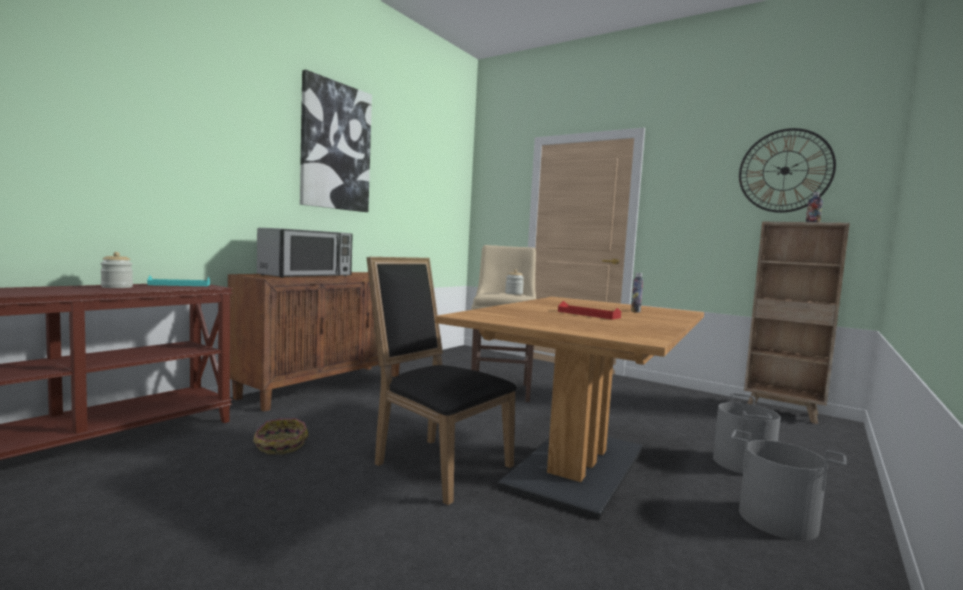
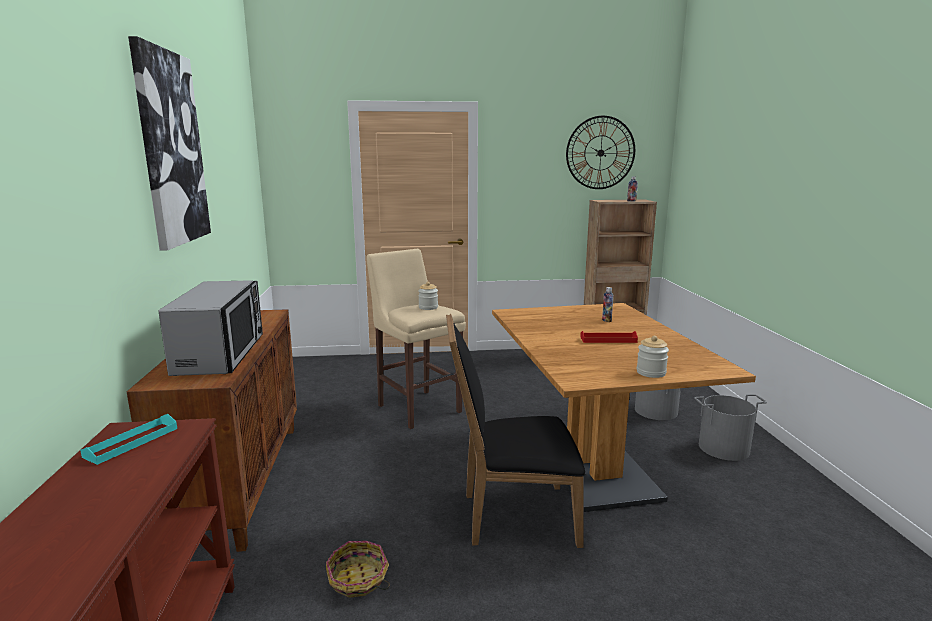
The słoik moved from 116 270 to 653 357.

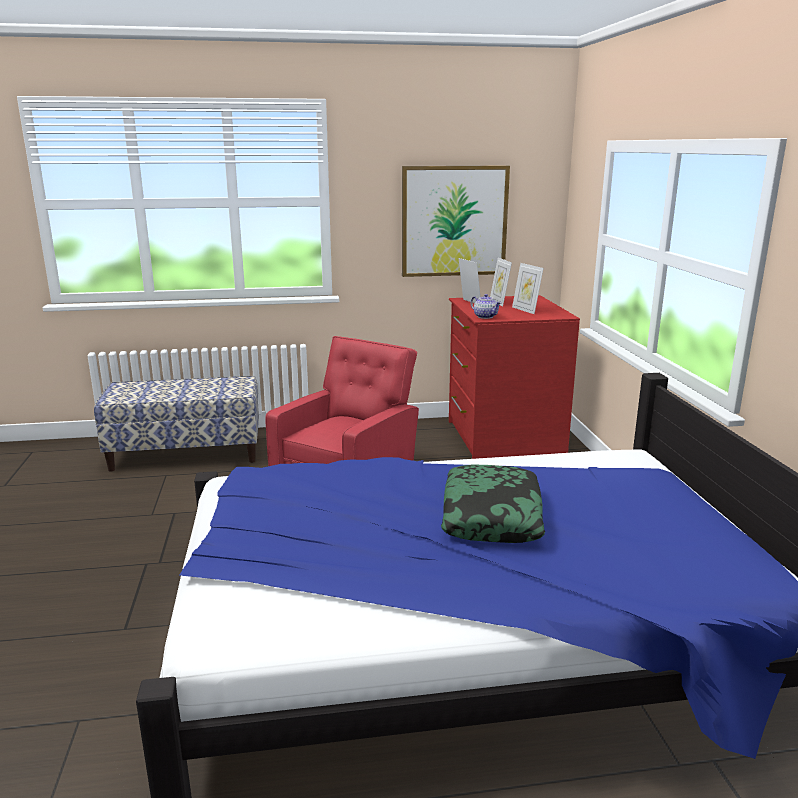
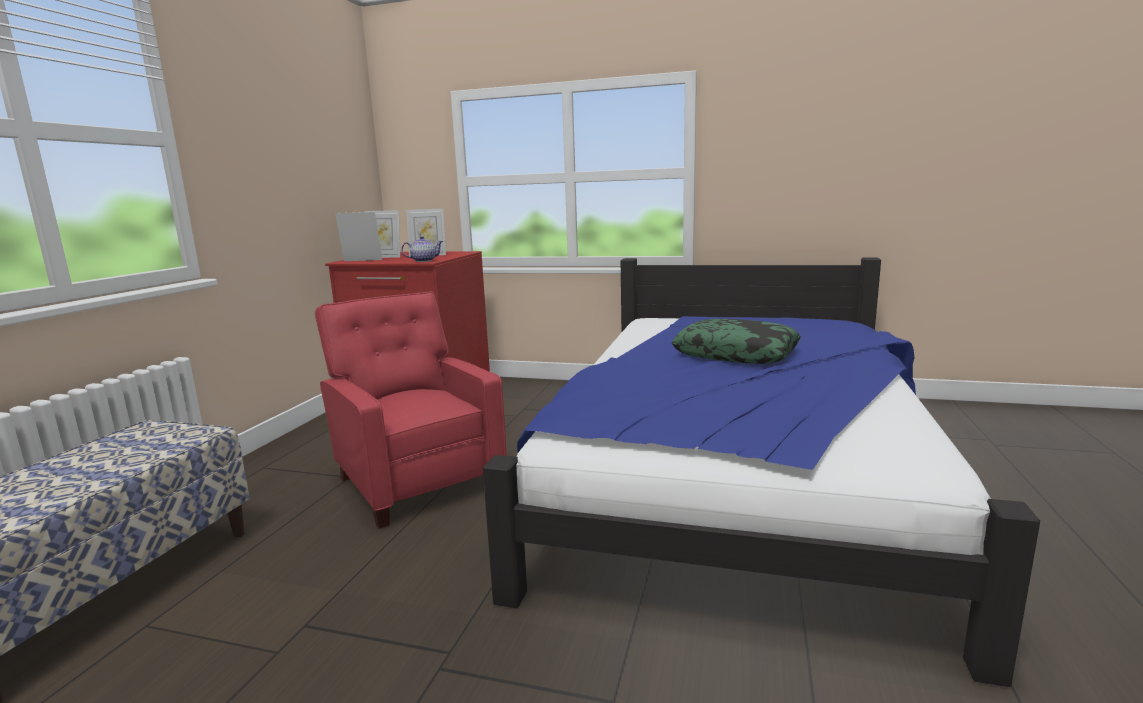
The obraz at 456 221 disappeared.

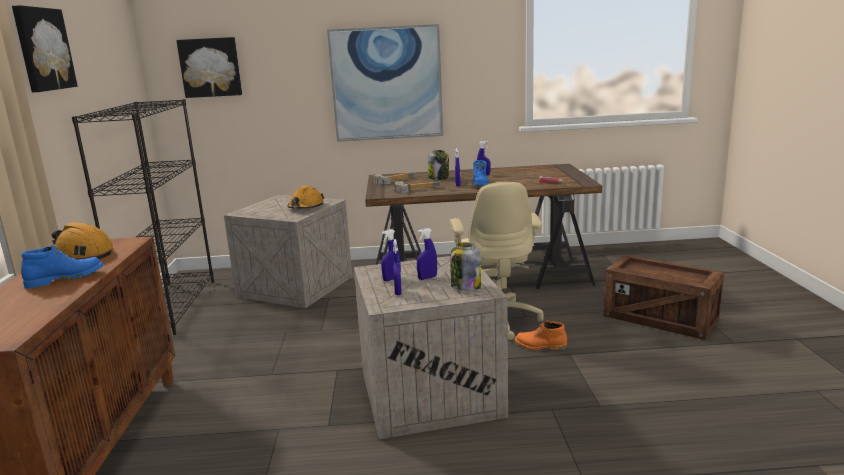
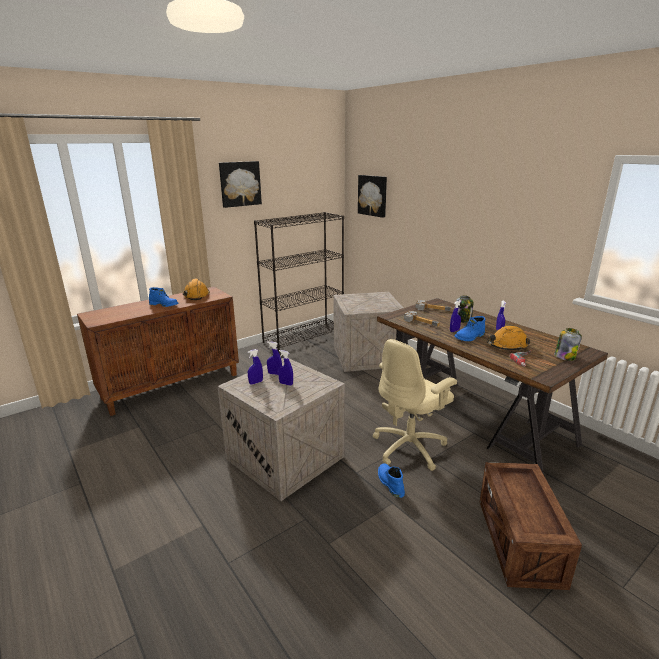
The obraz at 385 83 disappeared.
The kask (pomarańczowy) moved from 306 197 to 508 338.
The słoik moved from 466 267 to 568 344.
The but z cholewką (pomarańczowy) at 541 336 became the but z cholewką (niebieski) at 391 480.

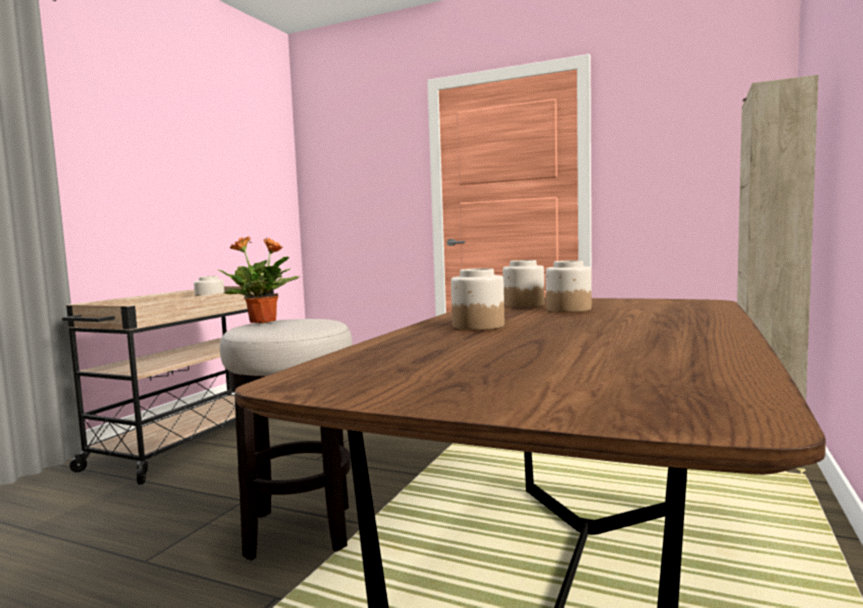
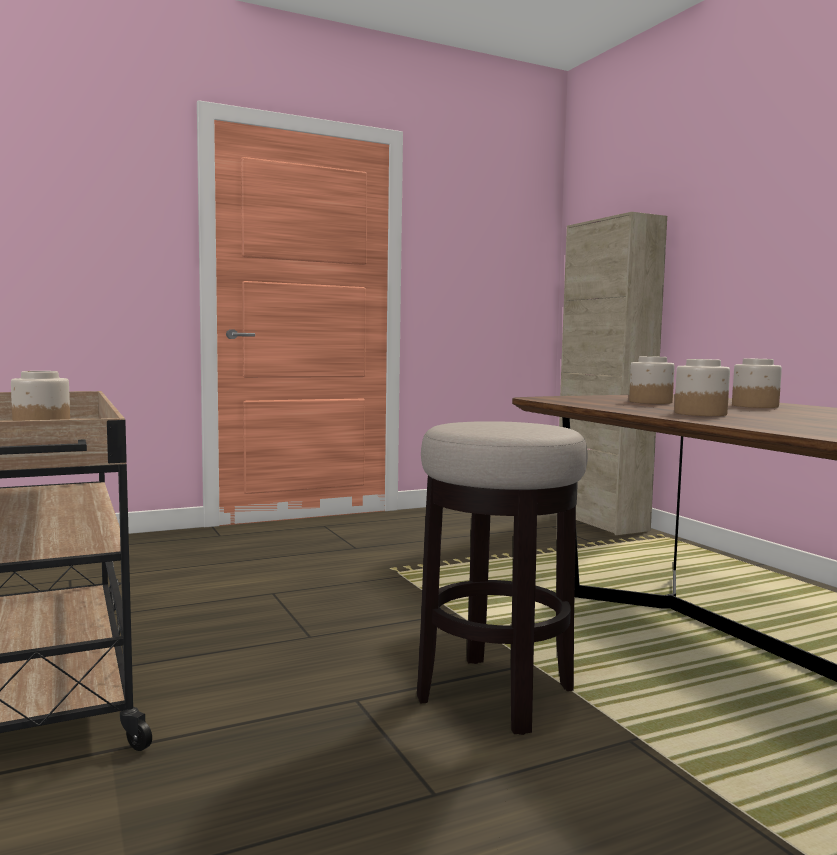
The roślina doniczkowa at 259 280 disappeared.
The słoik moved from 523 283 to 757 383.

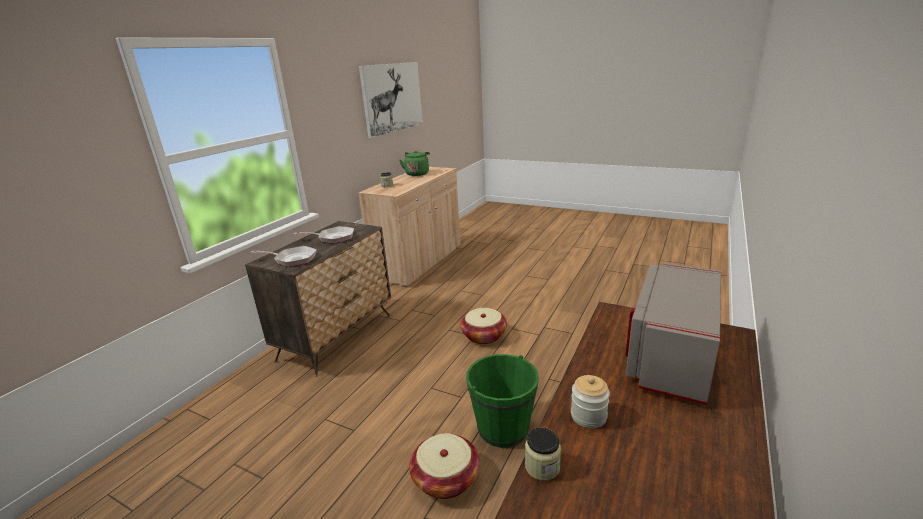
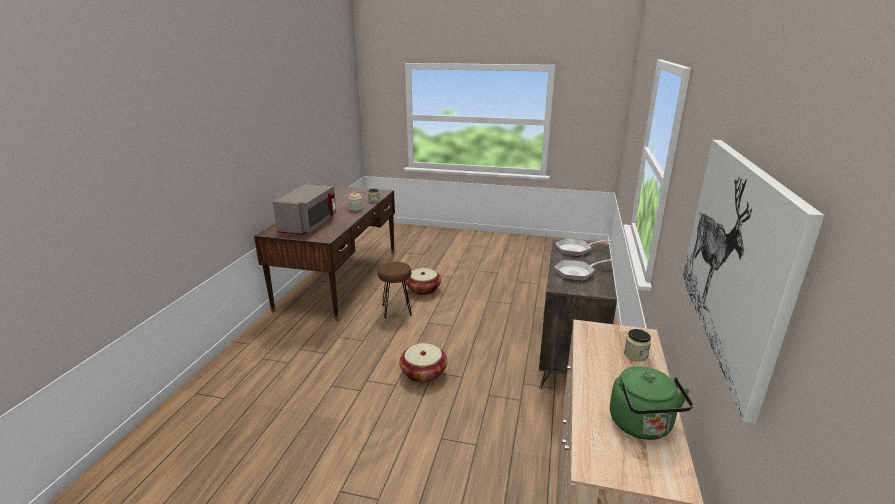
The wiadro (zielony) at 502 401 was replaced by the stołek (brązowy) at 395 290.

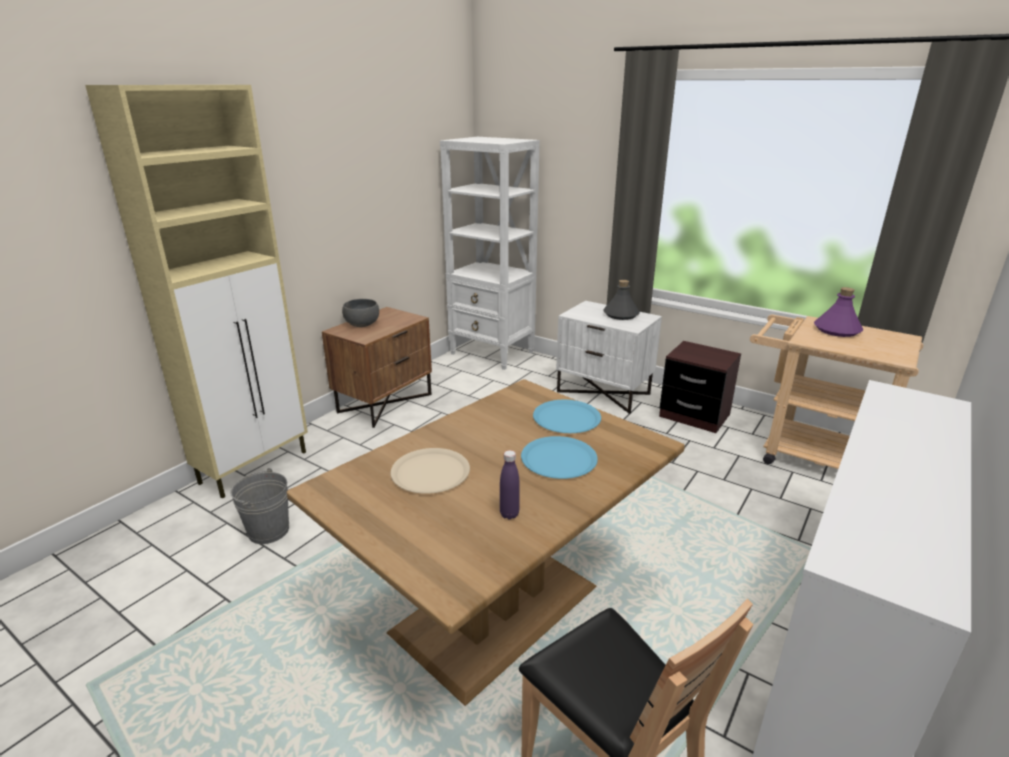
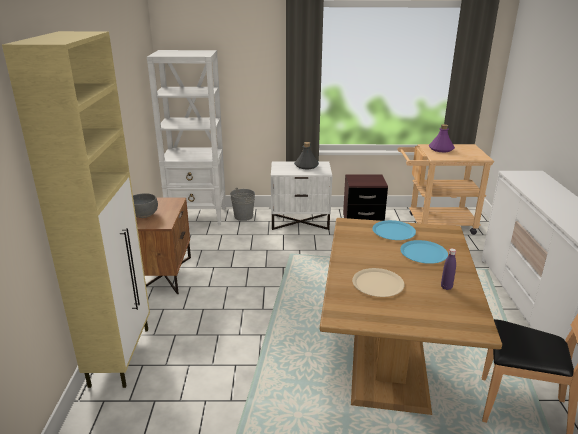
The wiadro (szary) moved from 259 506 to 242 204.

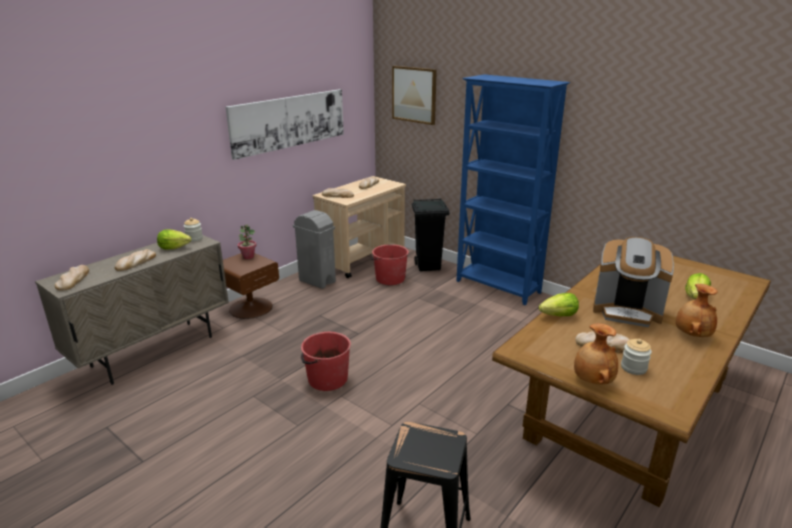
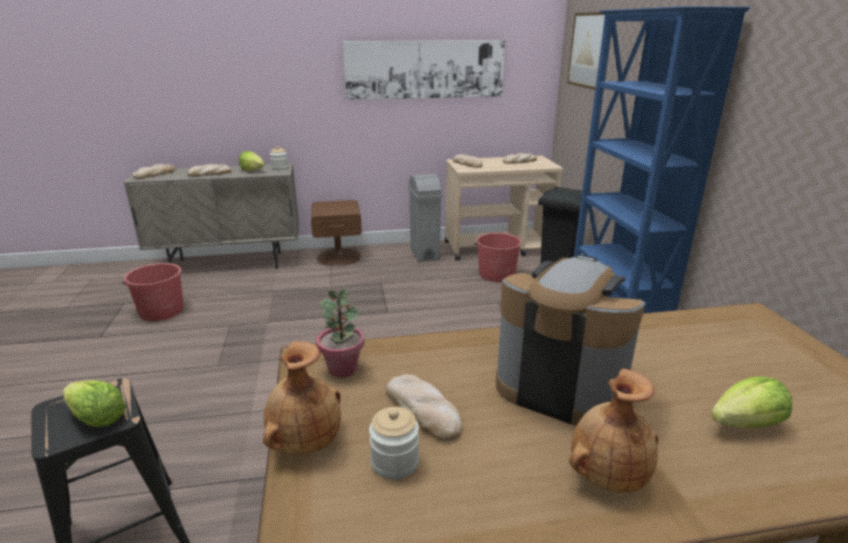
The roślina doniczkowa moved from 247 241 to 340 334.
The wiadro (czerwony) moved from 326 361 to 153 292.
The sałata moved from 559 304 to 94 403.
The ekspres do kawy at 633 282 turned 150 degrees clockwise.

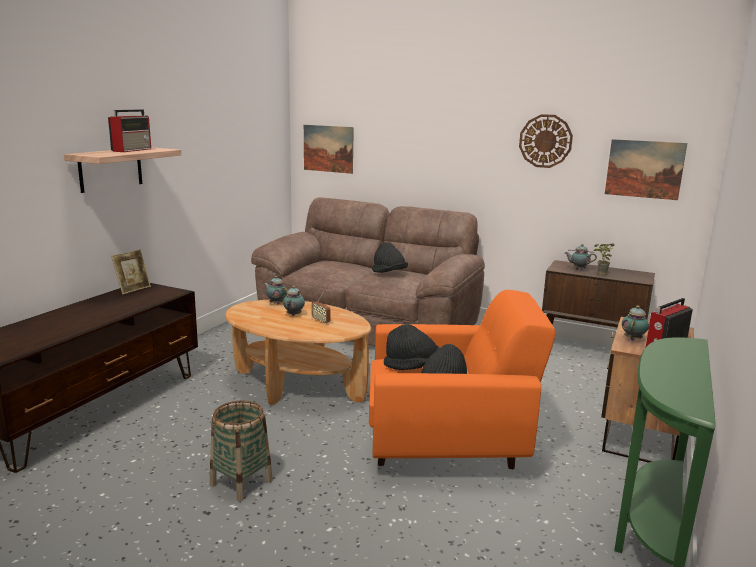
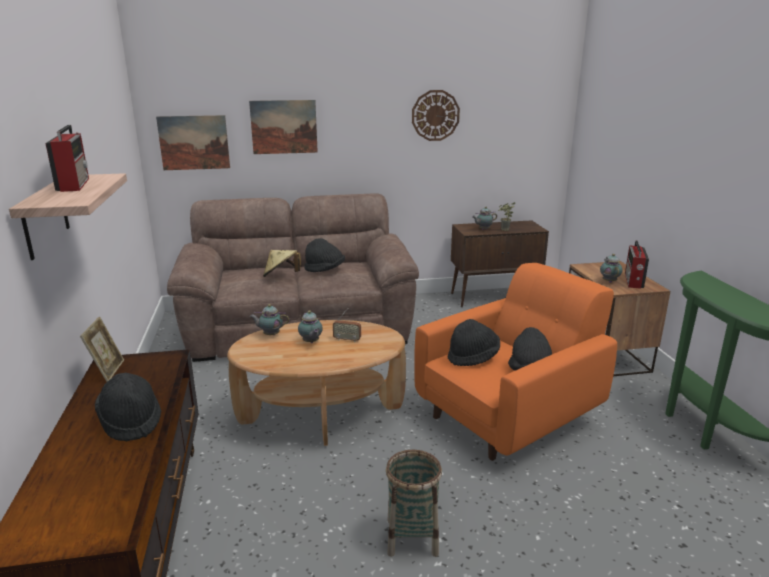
The kapelusz (czarny) at 128 407 appeared.
The kapelusz (beżowy) at 282 263 appeared.
The obraz moved from 646 169 to 283 127.

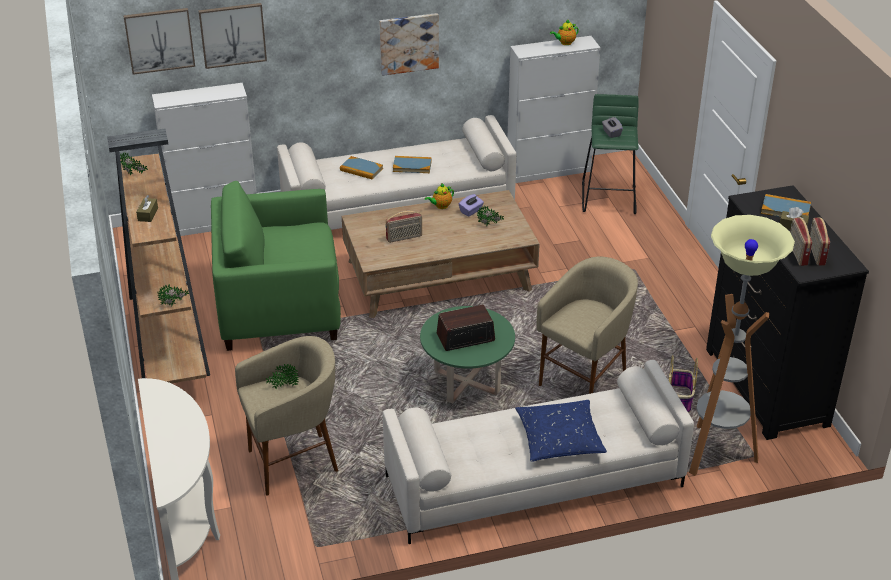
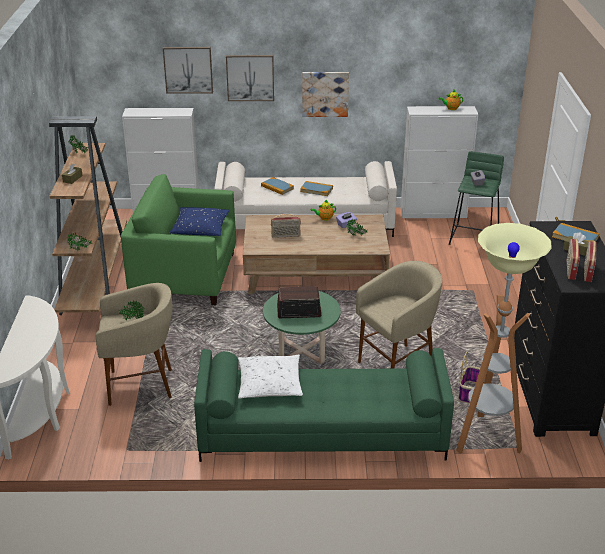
The poduszka (biały) at 270 376 appeared.
The obraz moved from 159 41 to 250 78.
The poduszka (niebieski) moved from 561 431 to 199 221.
The kanapa (biały) at 538 452 became the kanapa (zielony) at 324 405.

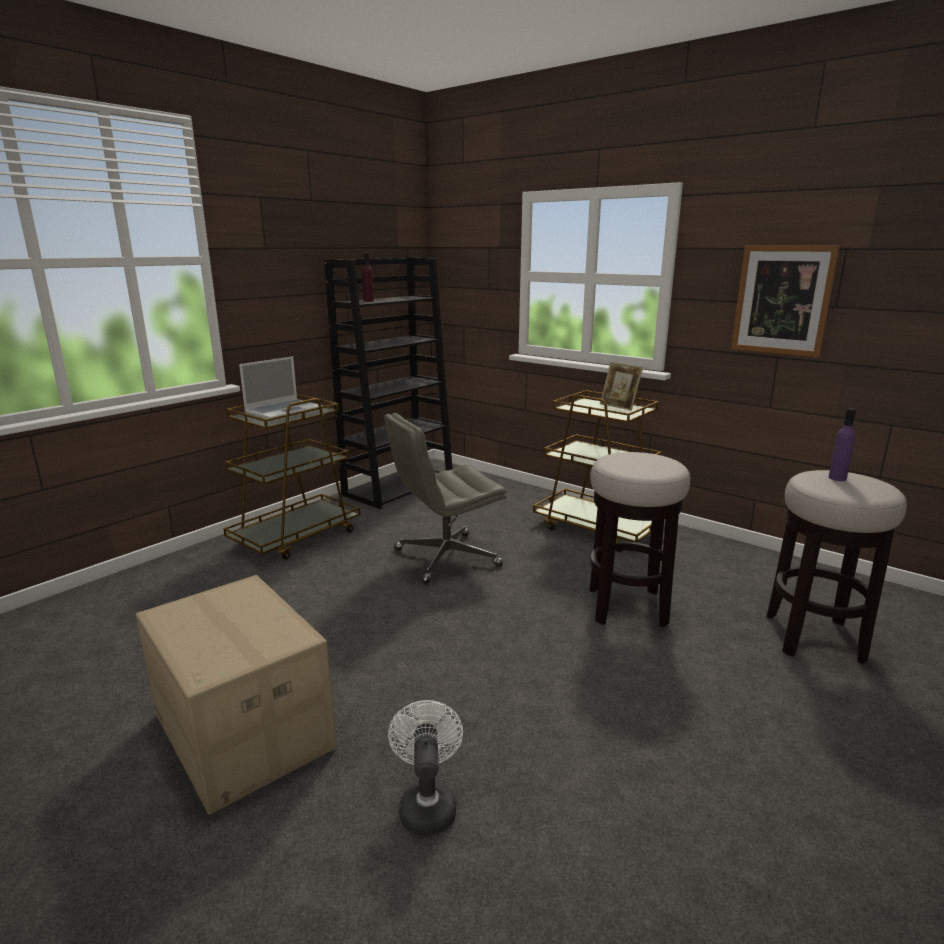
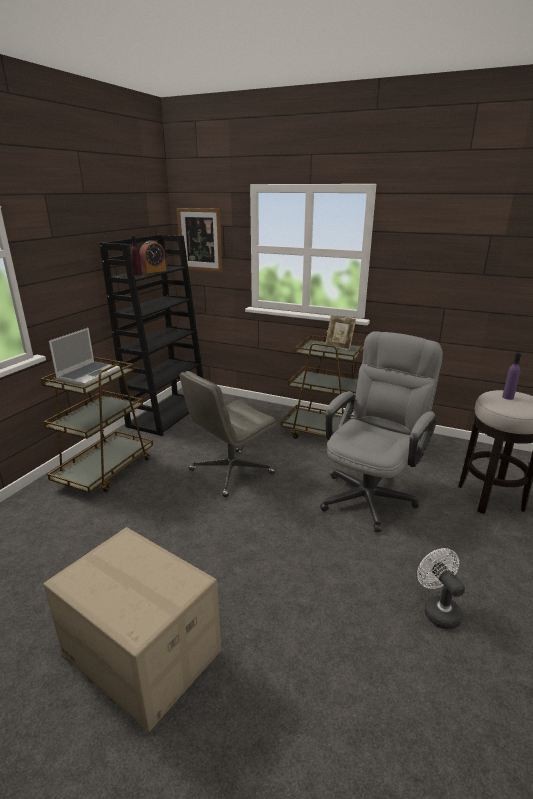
The budzik at 153 256 appeared.
The wentylator (biały) moved from 425 768 to 441 589.
The obraz moved from 785 301 to 199 240.
The stołek at 639 539 was replaced by the krzesło biurowe (szary) at 381 431.

